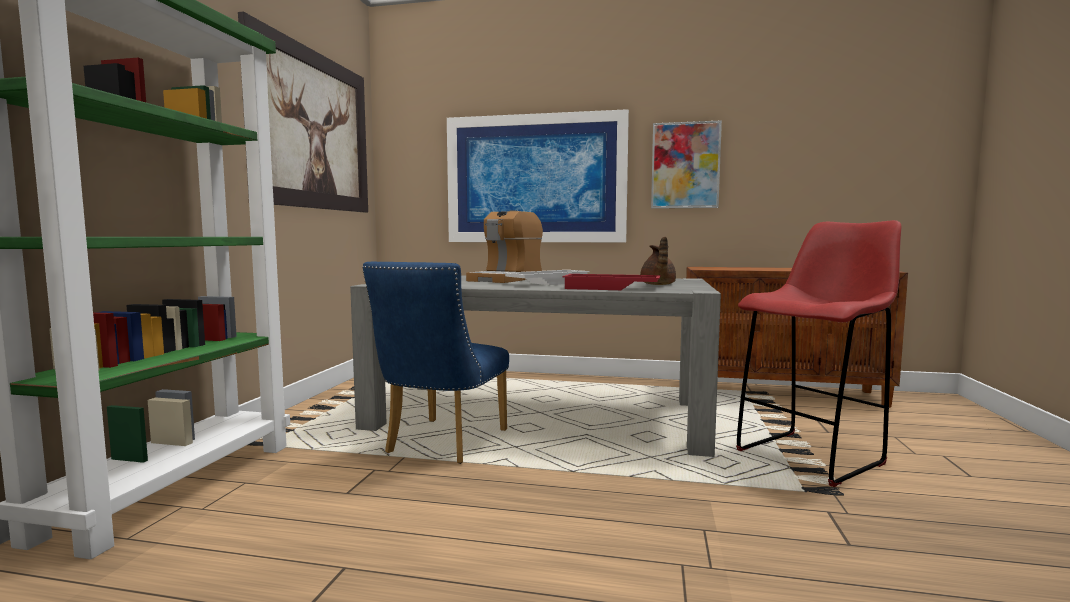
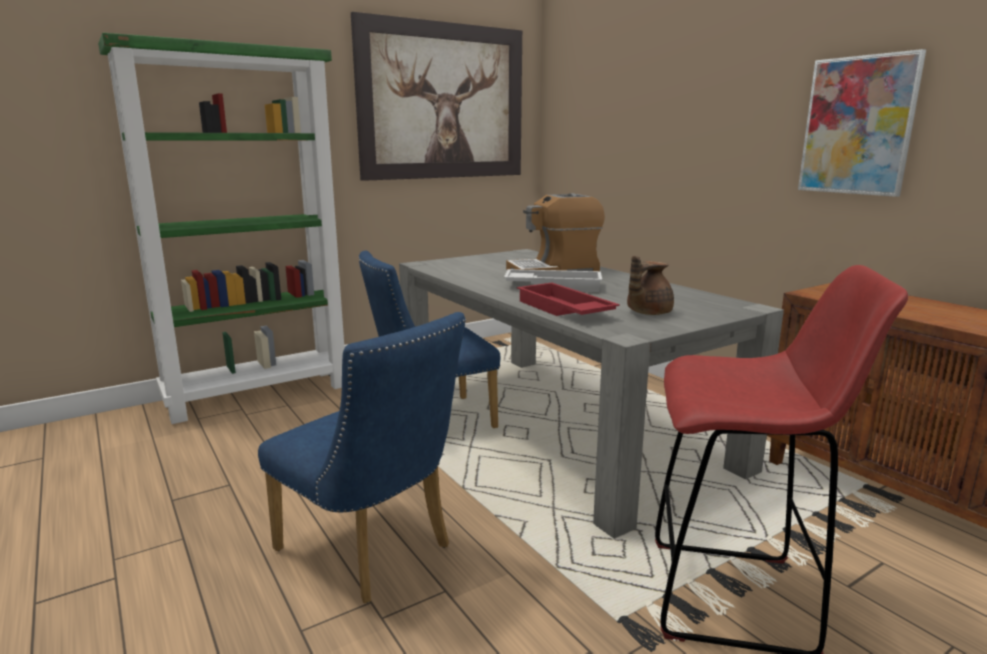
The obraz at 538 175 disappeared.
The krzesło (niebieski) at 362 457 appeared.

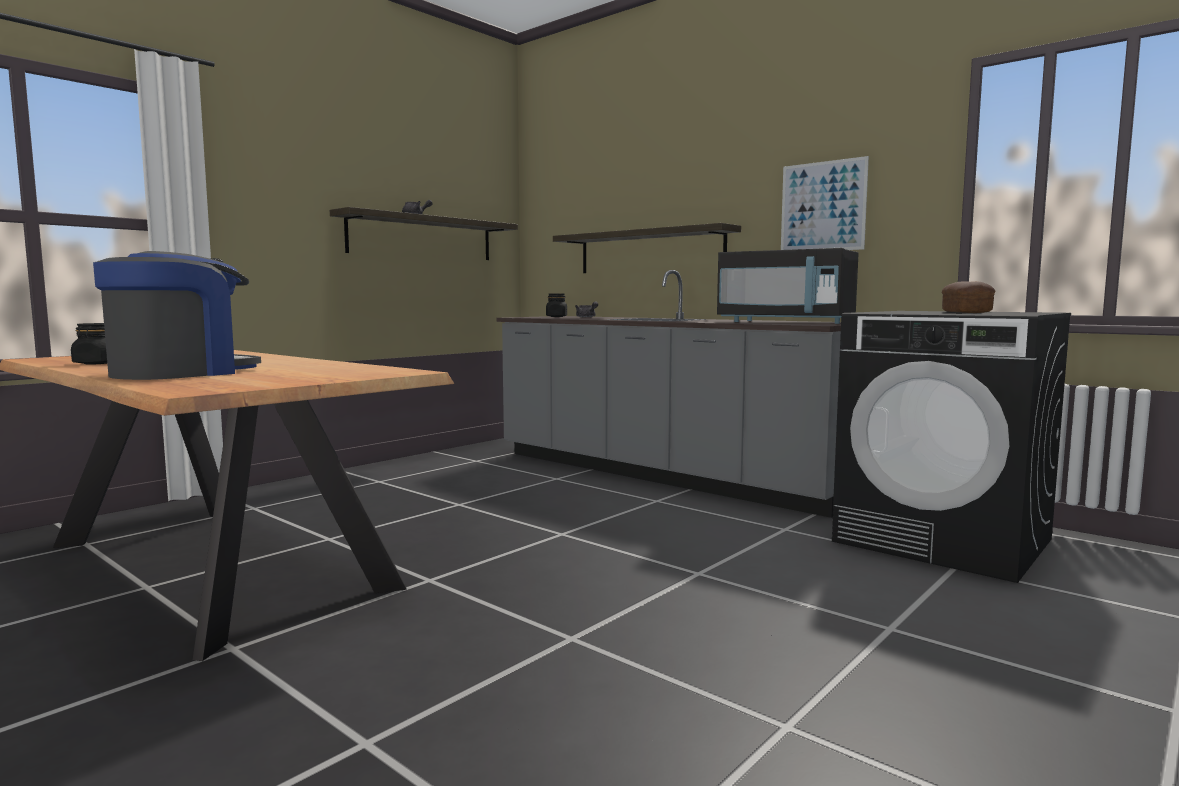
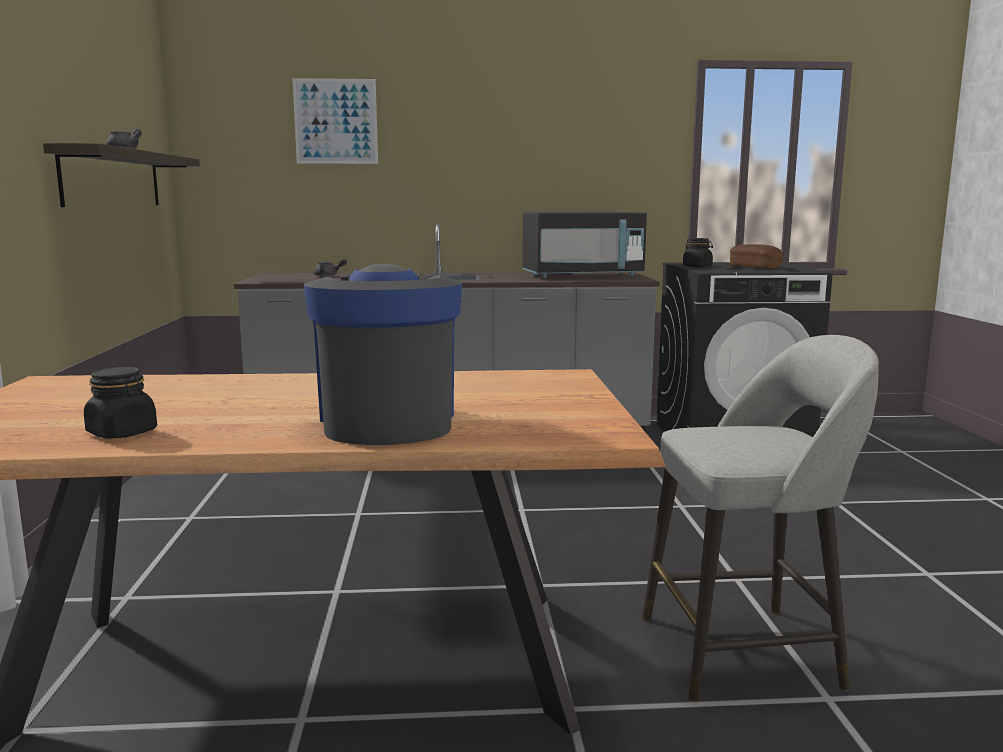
The półka at 647 248 disappeared.
The stołek (szary) at 760 518 appeared.
The słoik (czarny) moved from 556 305 to 698 252.
The obraz moved from 825 203 to 335 121.

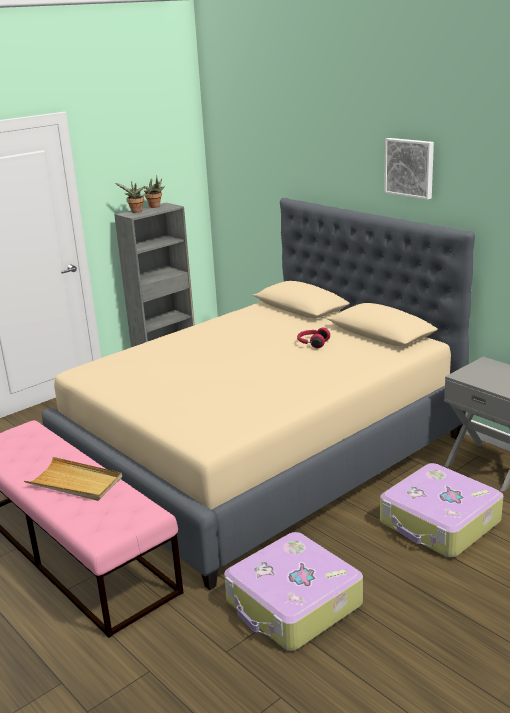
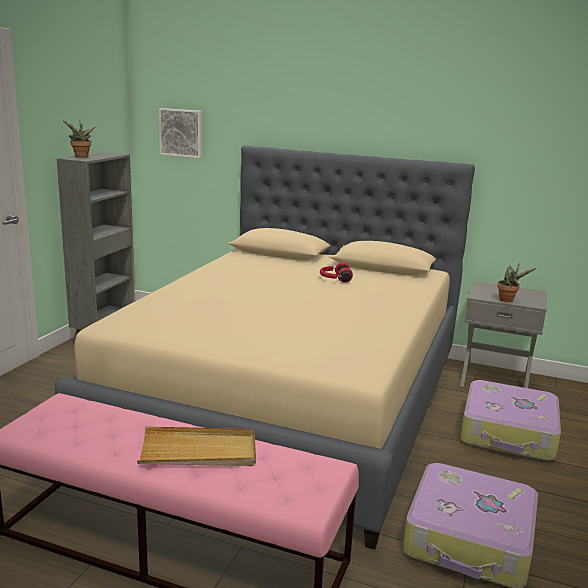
The roślina doniczkowa moved from 154 191 to 516 282.
The obraz moved from 409 169 to 180 133.

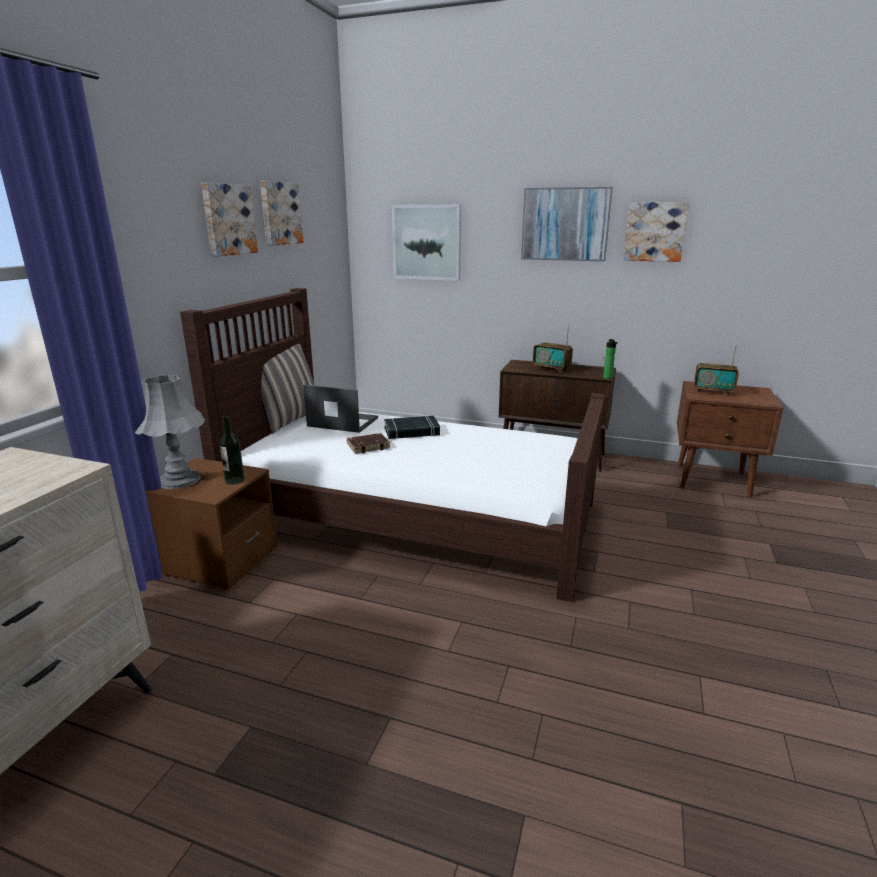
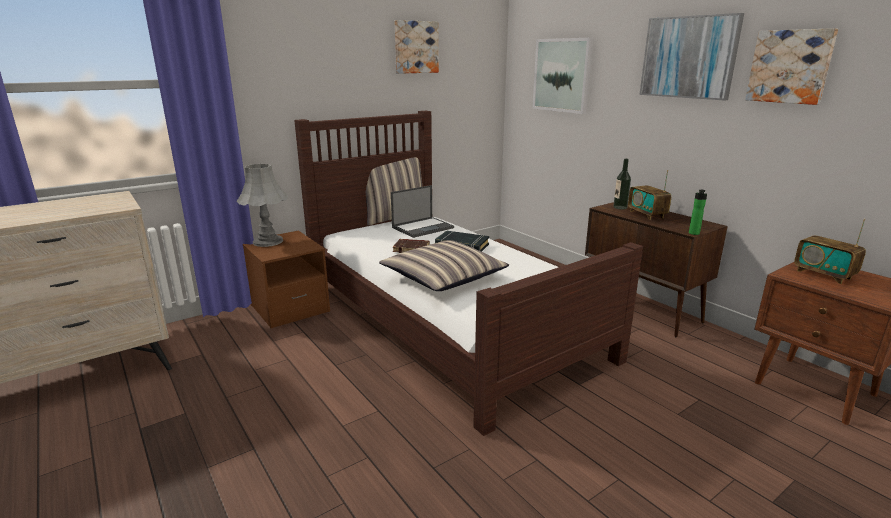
The obraz at 229 219 disappeared.
The poduszka at 444 265 appeared.
The butelka moved from 232 450 to 622 183.
The laptop at 340 409 turned 90 degrees clockwise.

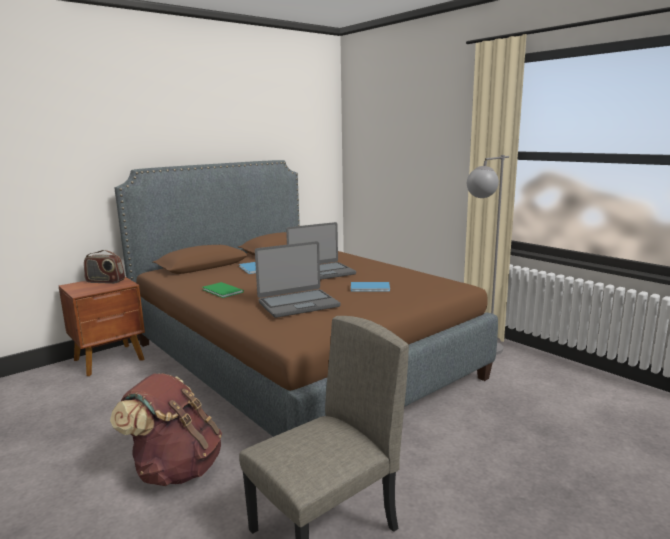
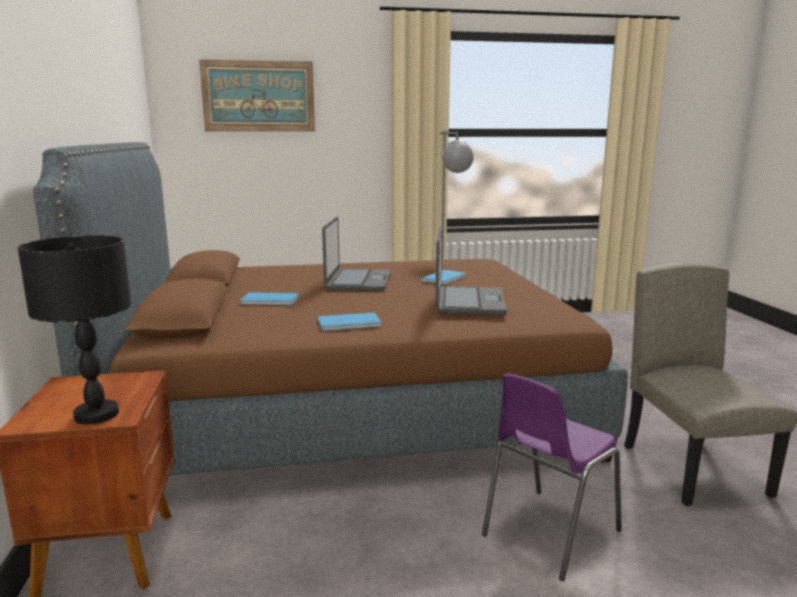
The radio at 104 267 disappeared.
The lampa stołowa (czarny) at 74 329 appeared.
The obraz at 257 95 appeared.
The plecak (brązowy) at 166 429 was replaced by the krzesło (fioletowy) at 552 477.
The książka (zielony) at 223 290 became the książka (niebieski) at 349 321.

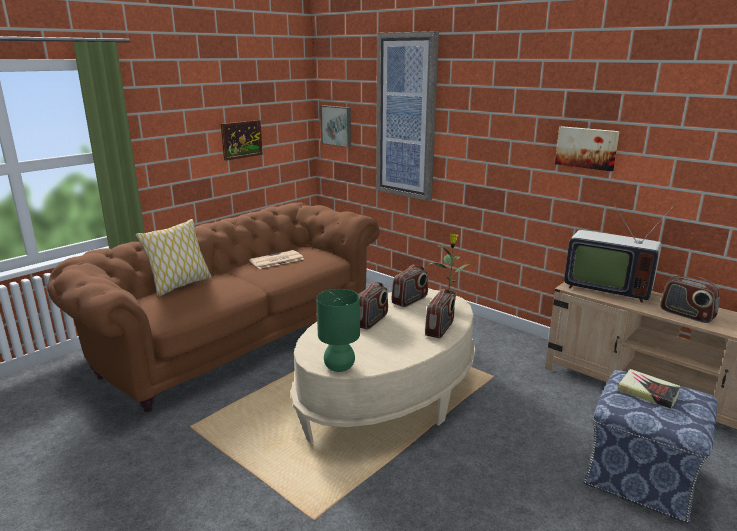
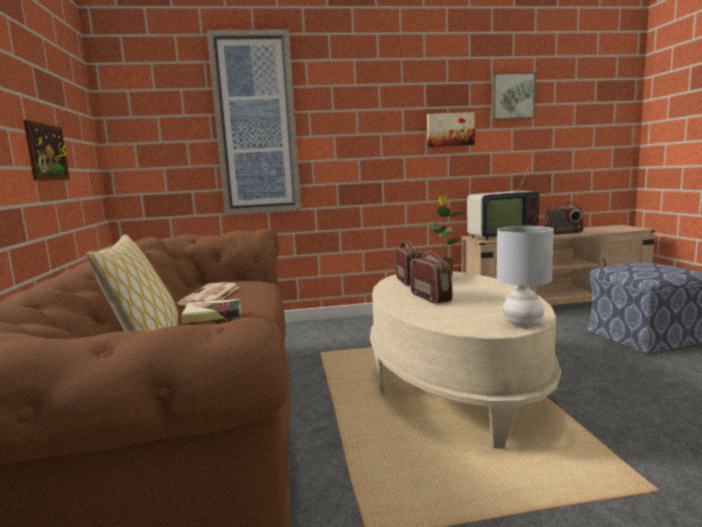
The radio at 440 313 disappeared.
The obraz moved from 335 126 to 513 96.
The książka moved from 649 389 to 211 311.
The lampa stołowa (zielony) at 338 330 became the lampa stołowa (szary) at 525 276.

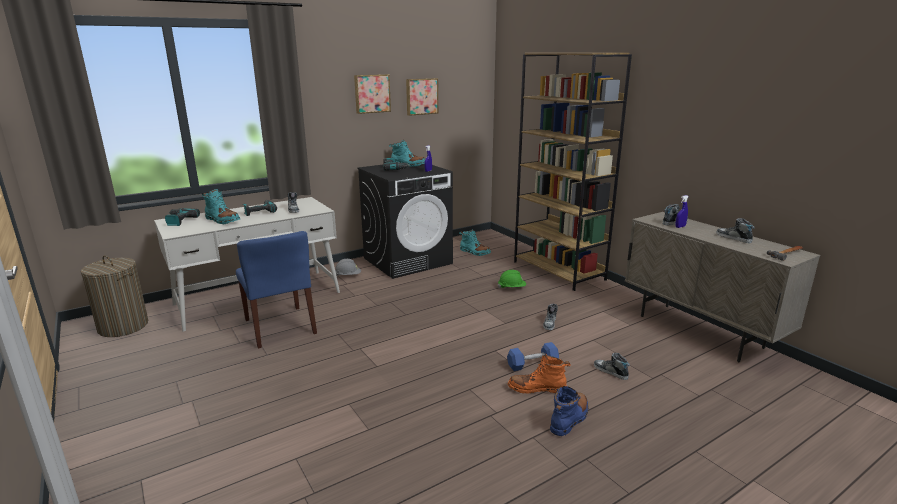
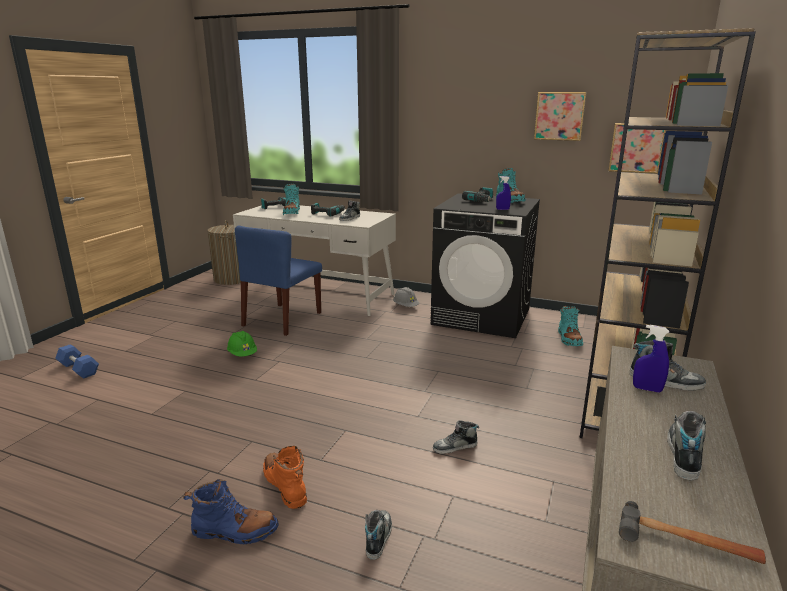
The obraz moved from 372 94 to 637 148.
The kask (zielony) moved from 512 279 to 242 344.
The hantel (niebieski) moved from 533 356 to 77 361.

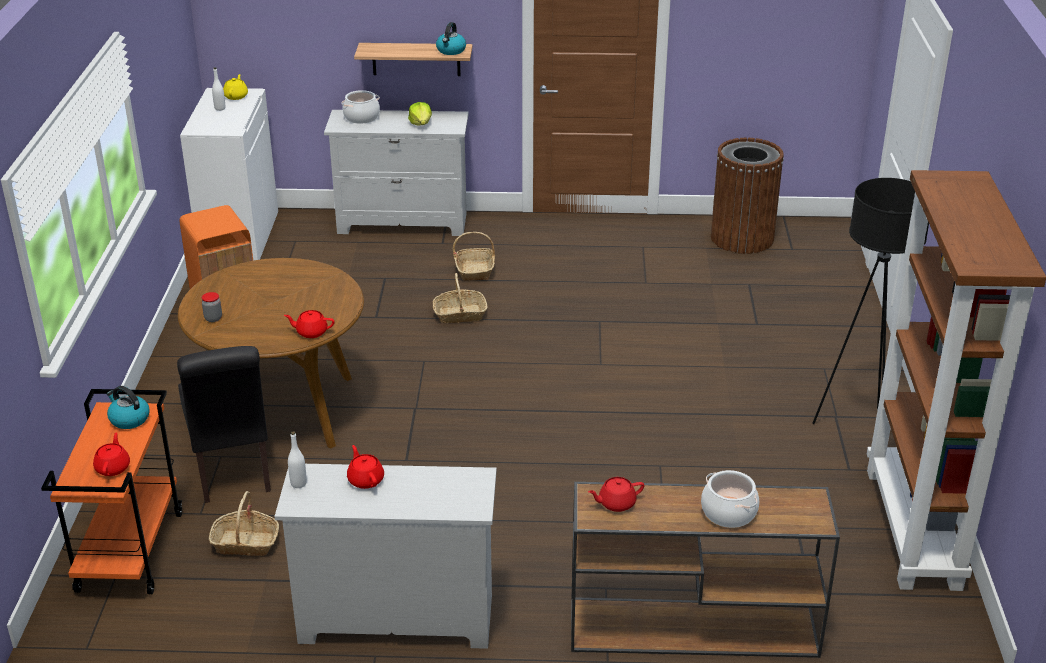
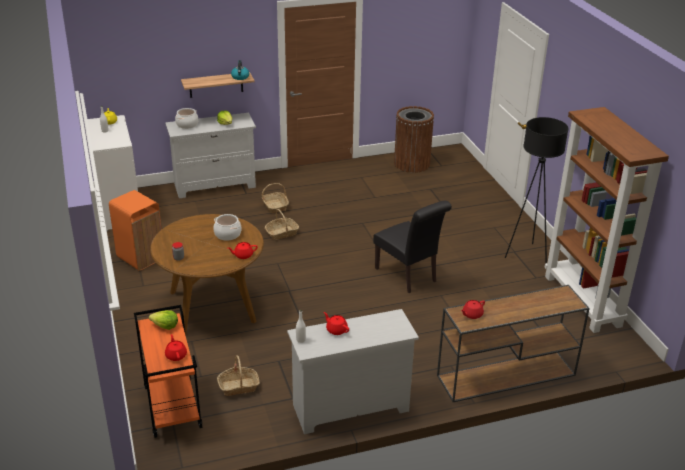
The krzesło (czarny) moved from 224 424 to 412 247.
The garnek moved from 730 499 to 227 227.
The czajnik at 128 407 was replaced by the sałata at 163 320.

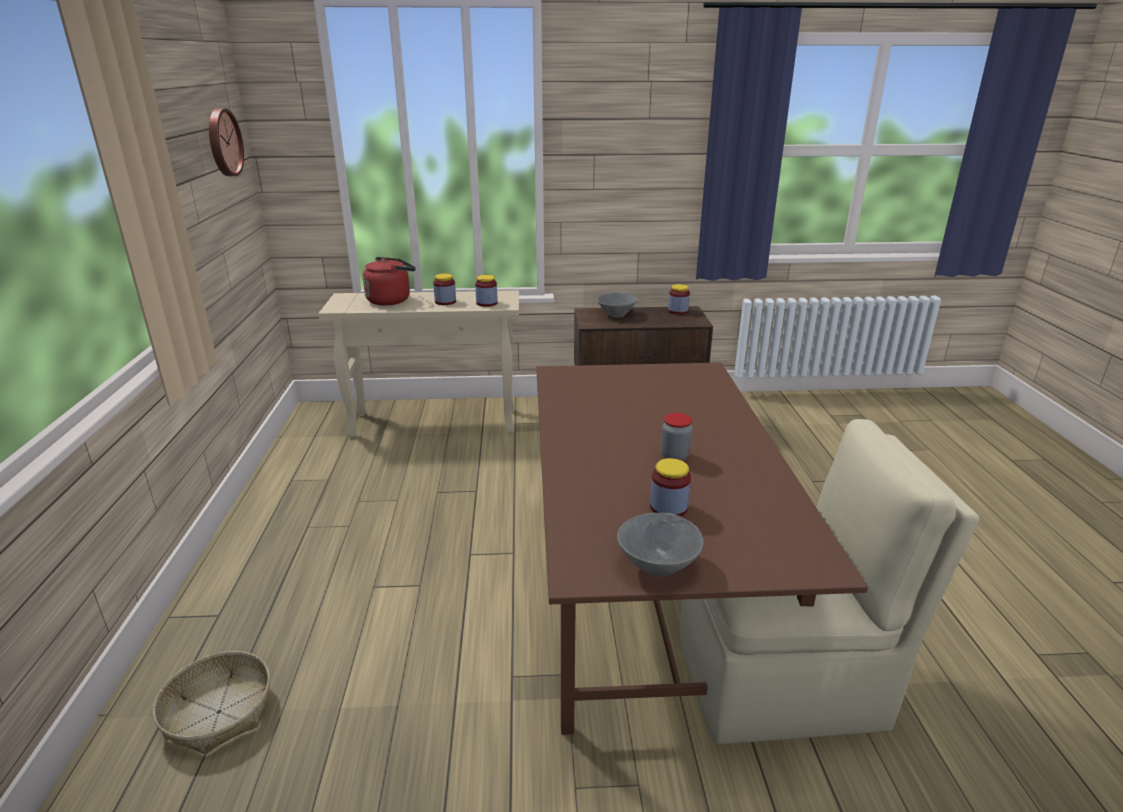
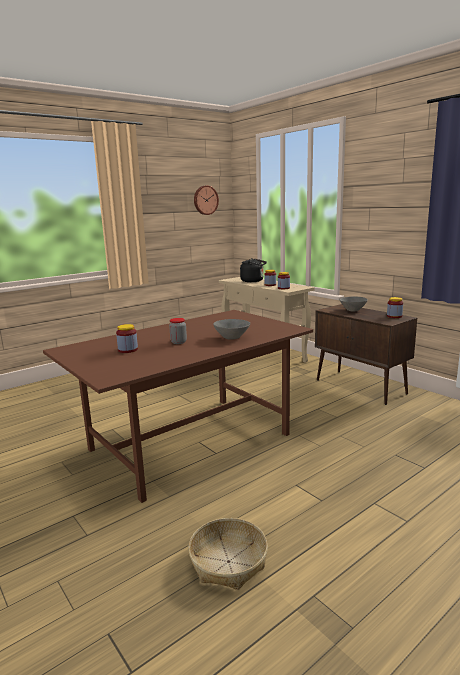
The krzesło (beżowy) at 830 581 disappeared.
The koszyk moved from 211 702 to 228 554.
The miska (szary) moved from 660 544 to 231 329.
The czajnik (czerwony) at 389 281 became the czajnik (czarny) at 253 270.

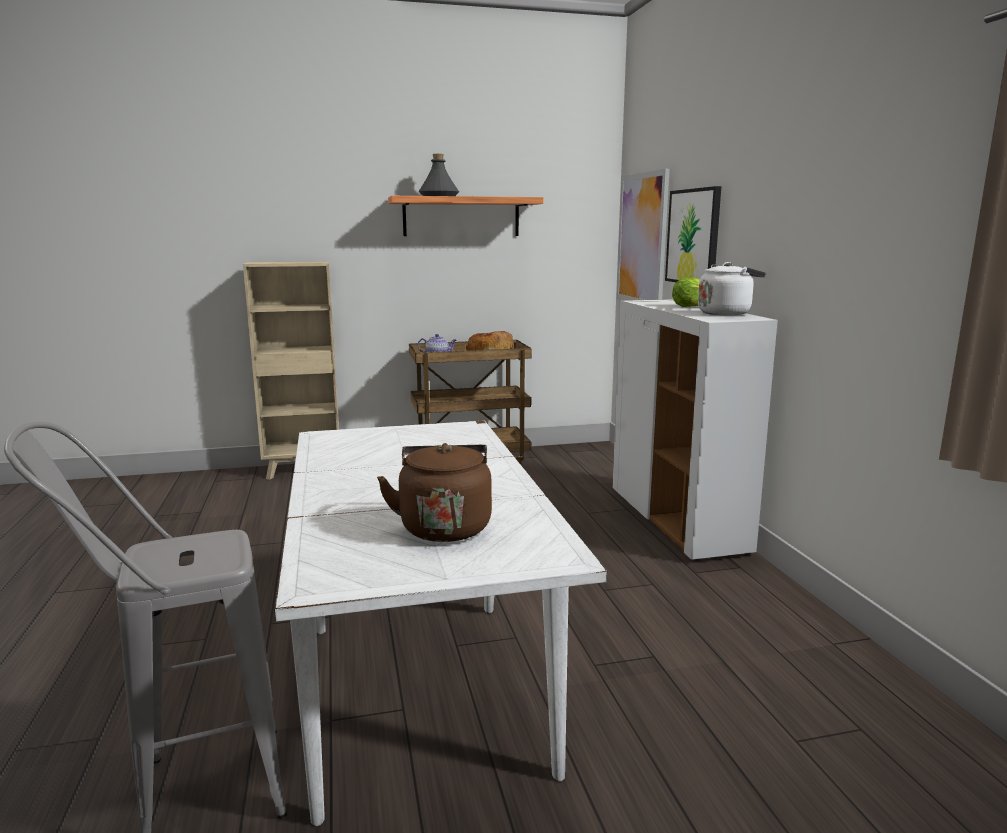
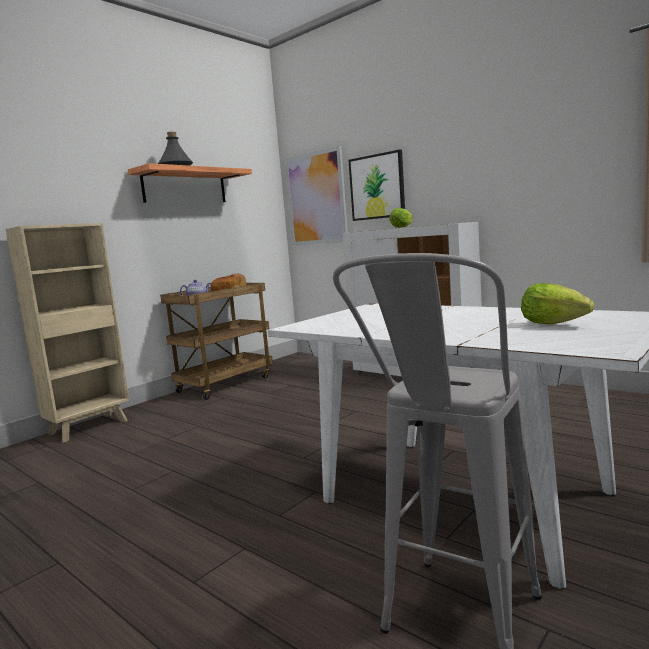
The czajnik (biały) at 732 289 disappeared.
The czajnik (brązowy) at 434 492 was replaced by the sałata at 557 304.

